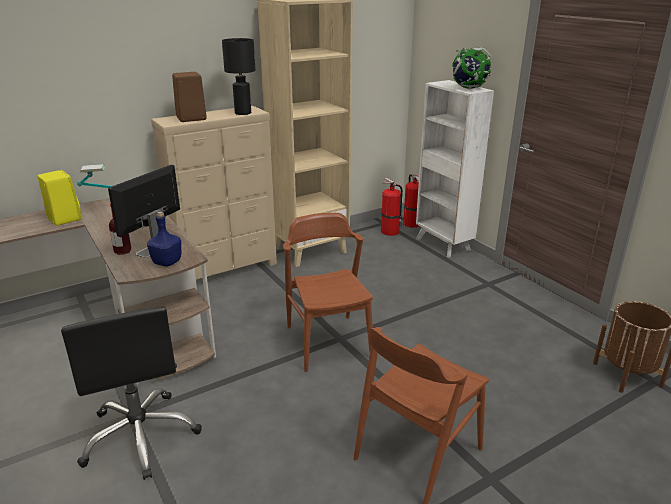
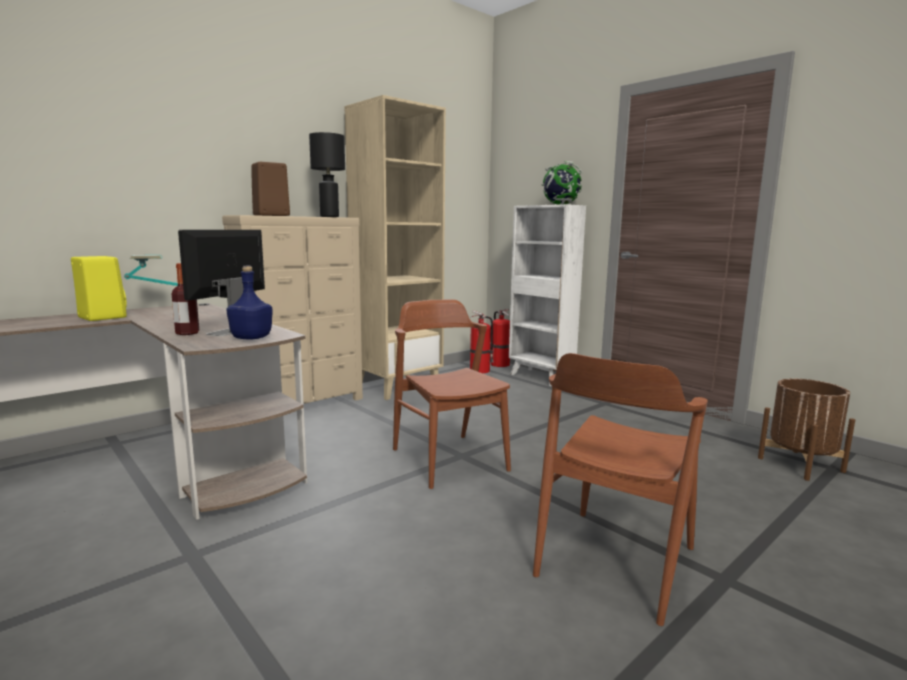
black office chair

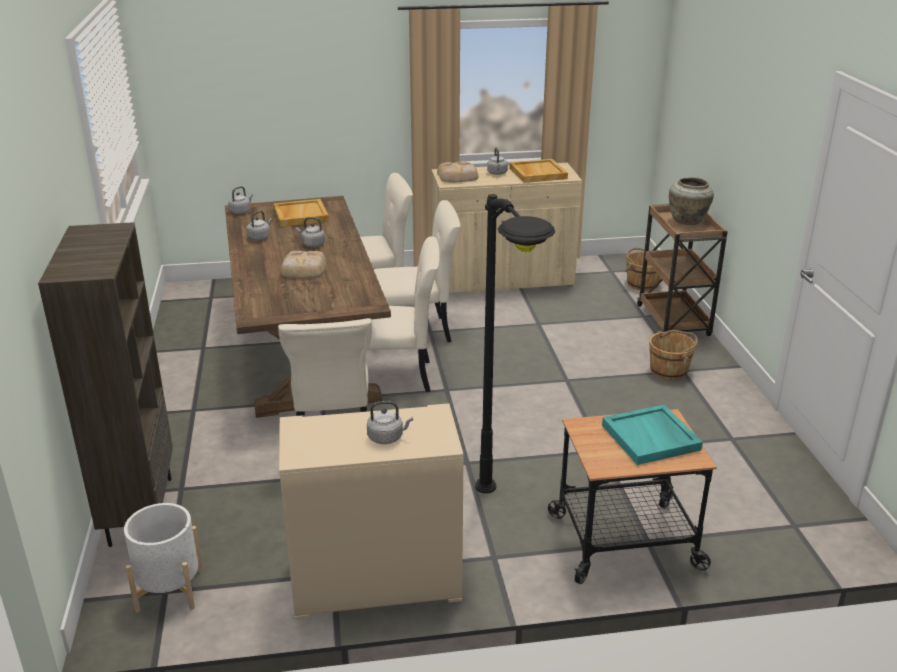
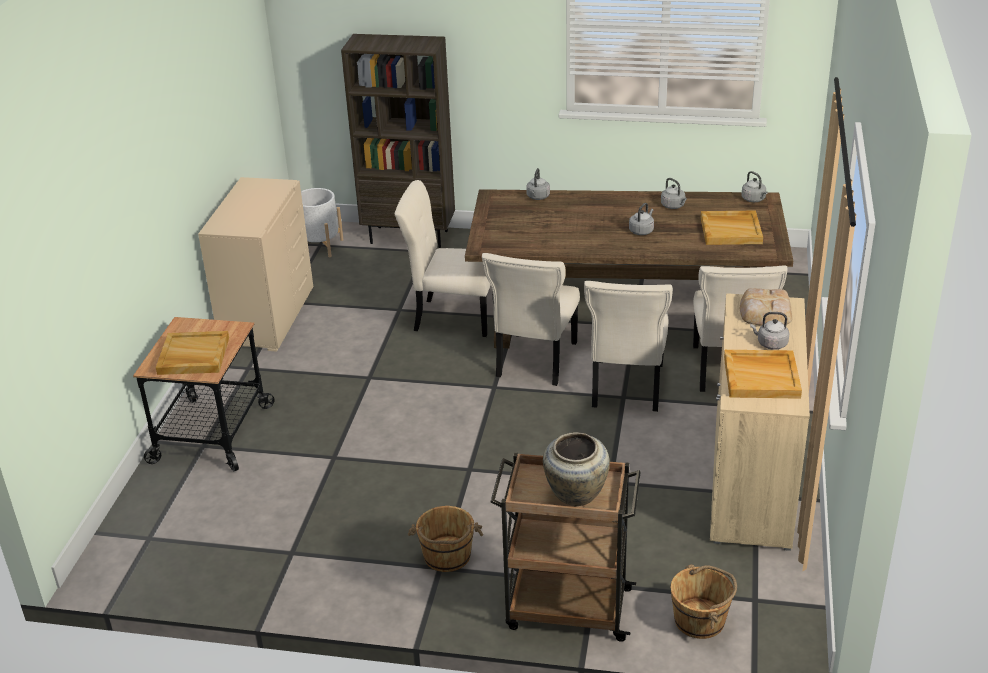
bakery bread (1st from left in the first image)
gray water kettle (1st from left)
black floor lamp
sand-coloured carrying tray (1st from left)

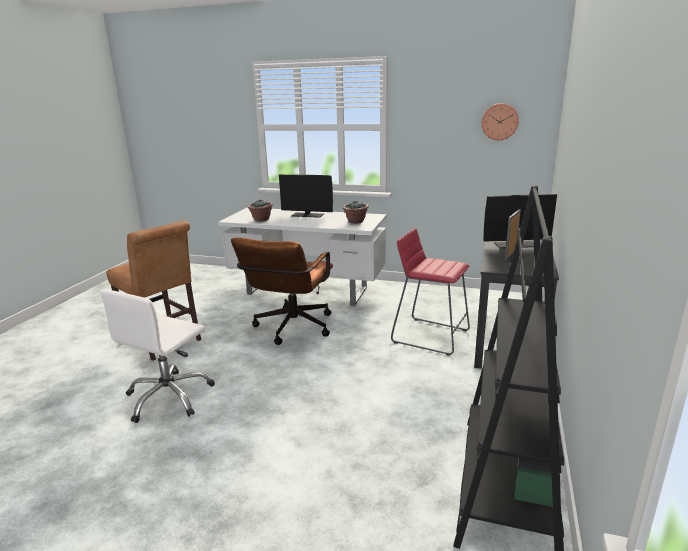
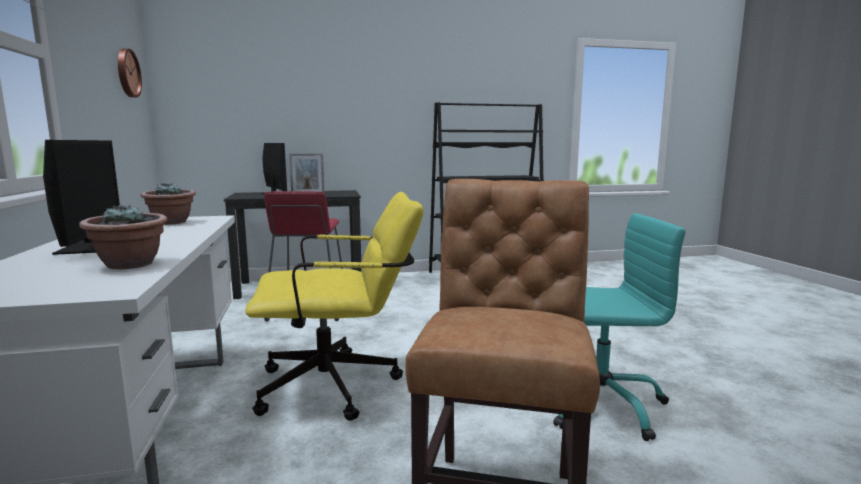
turquoise office chair
yellow office chair

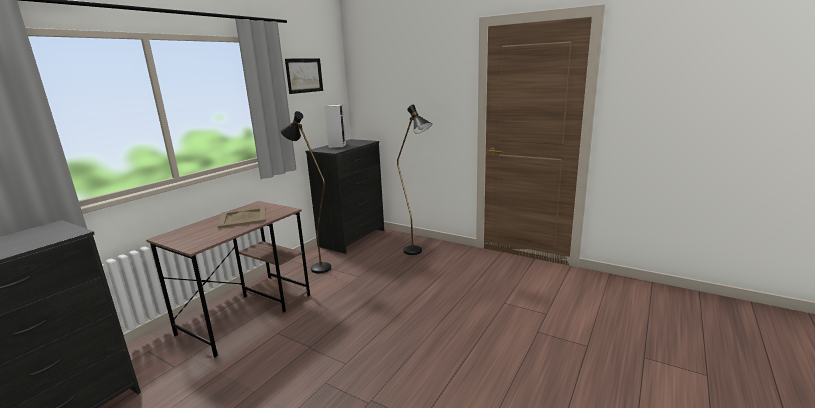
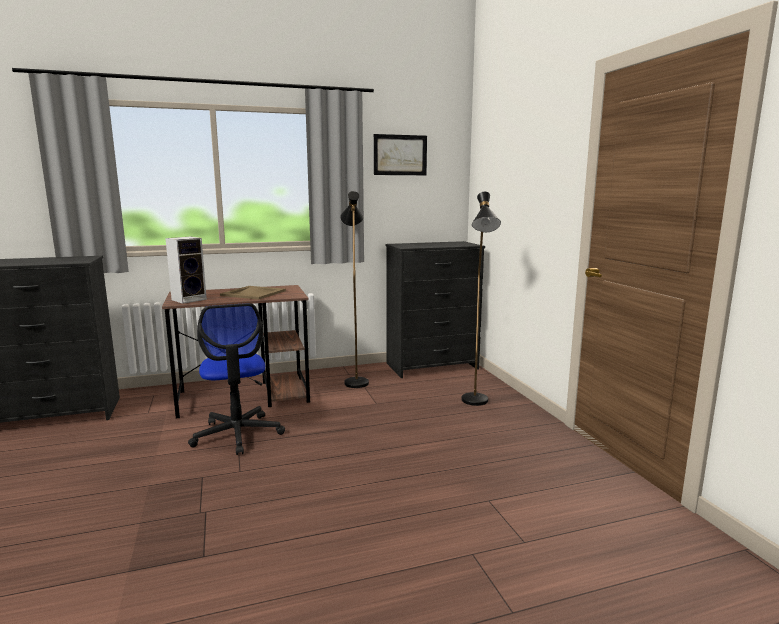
audio speaker
office chair

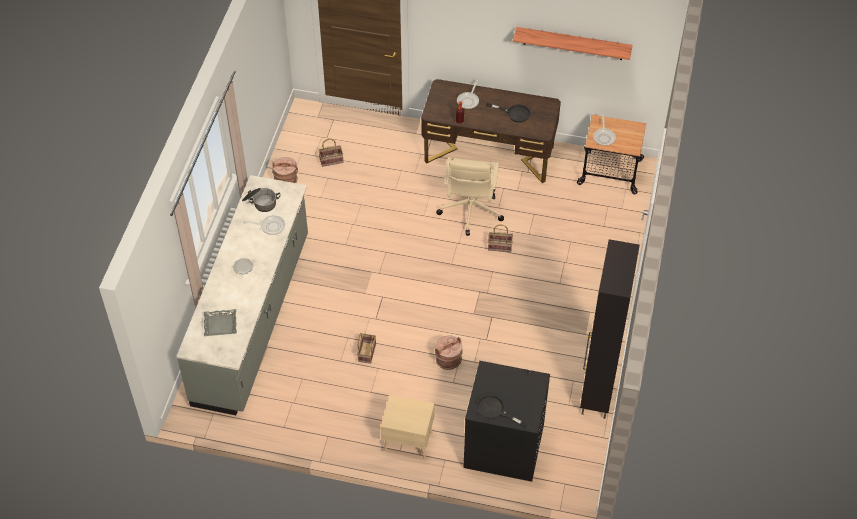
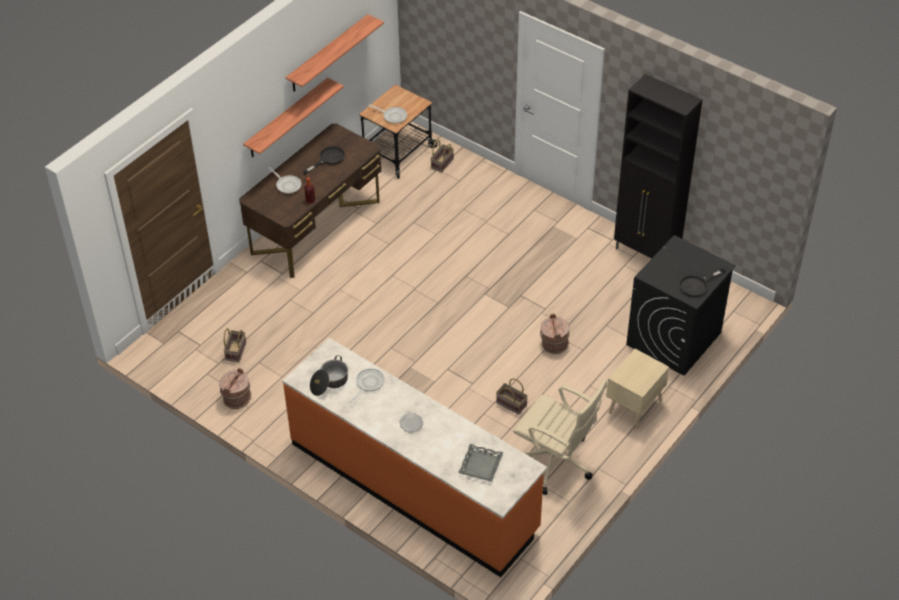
orange-coloured kitchen base unit
sand-coloured office chair
household basket (2nd from left)
shelf (1st from left)

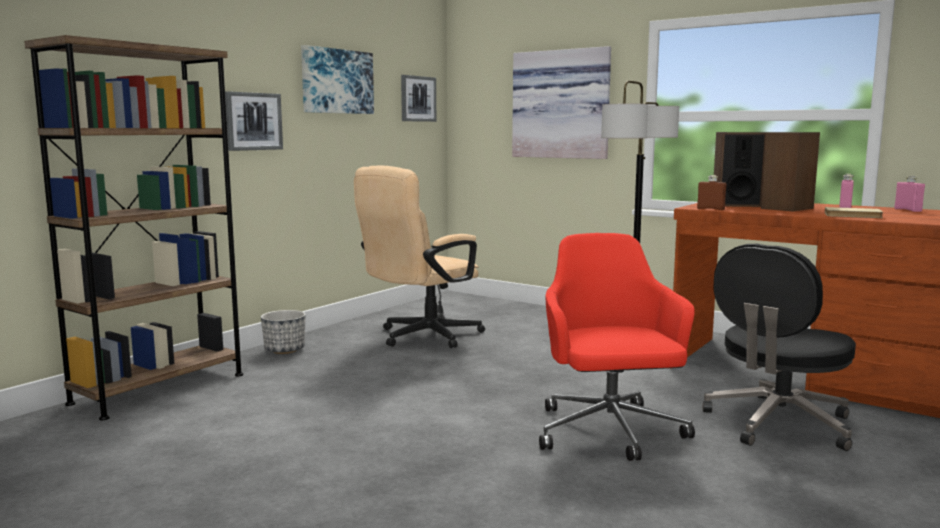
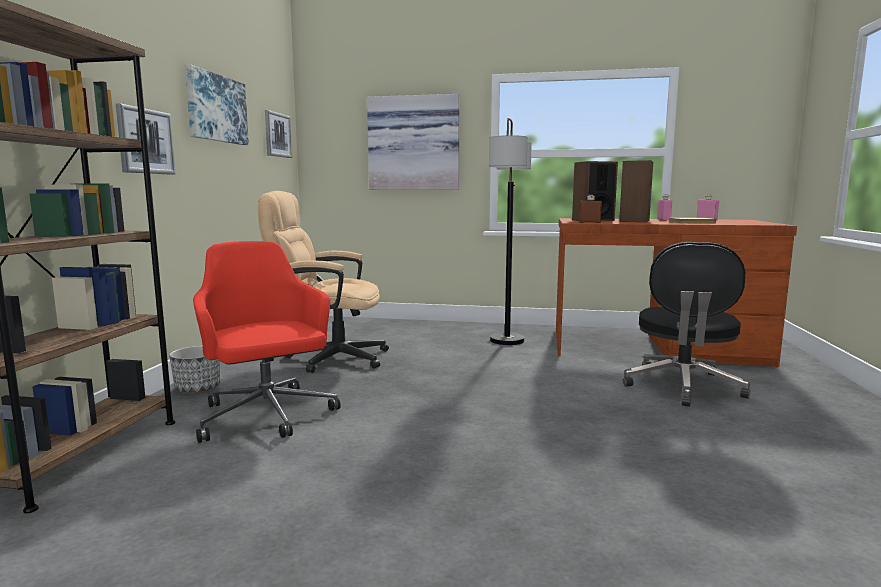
sand-coloured office chair
reddish office chair

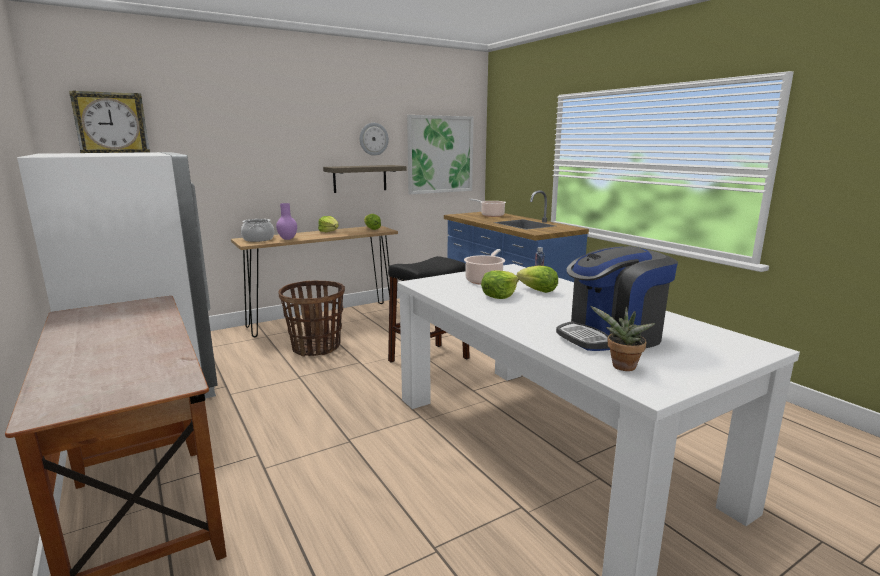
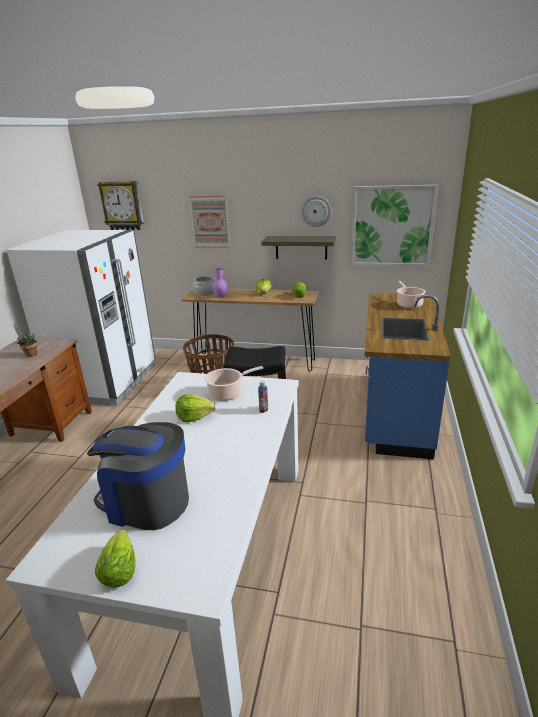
head of lettuce (1st from left)
potted plant
wall picture (1st from left)

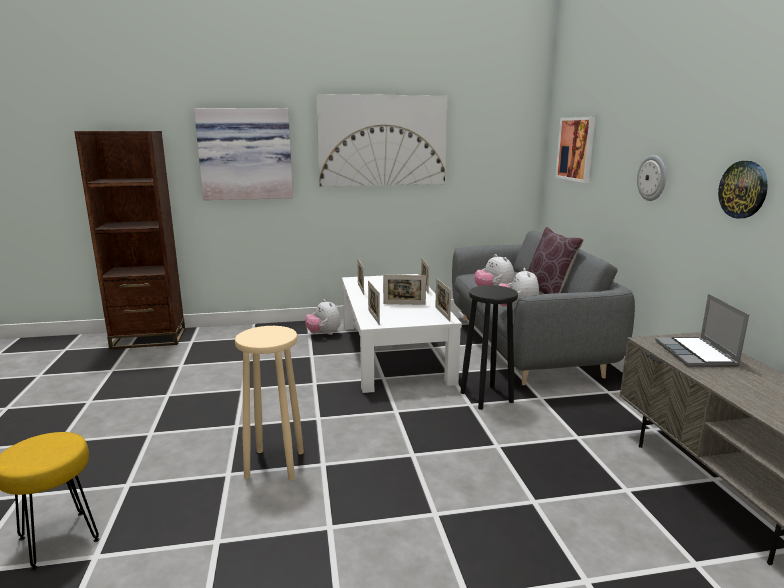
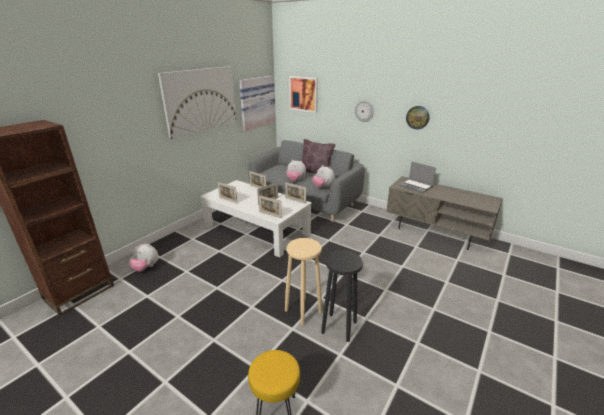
wall picture (2nd from left)
soft toy (1st from left)
black stool seat

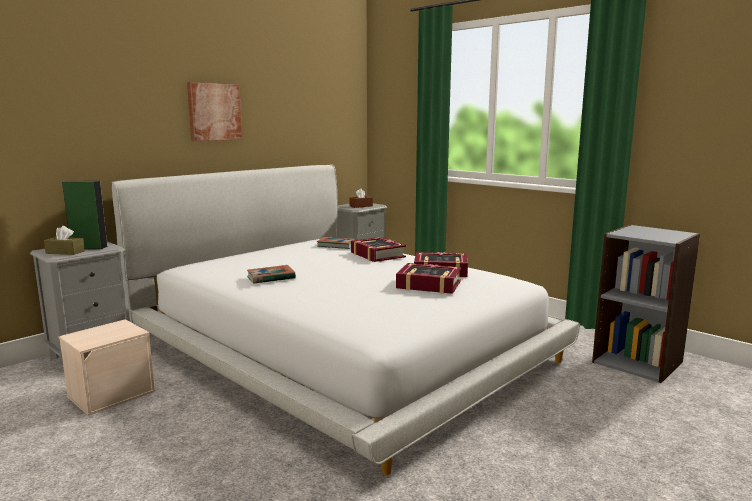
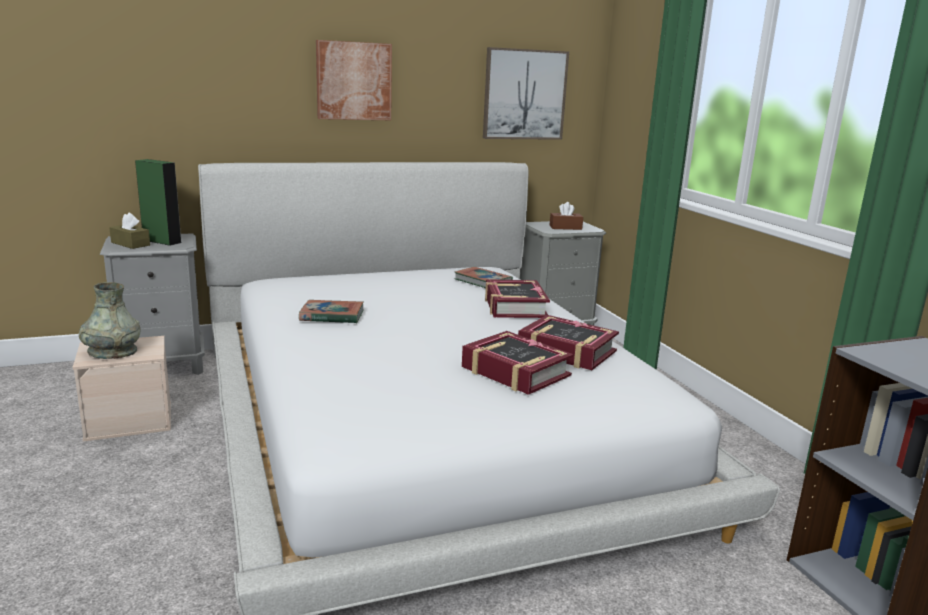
gray flower vase
wall picture (2nd from left)

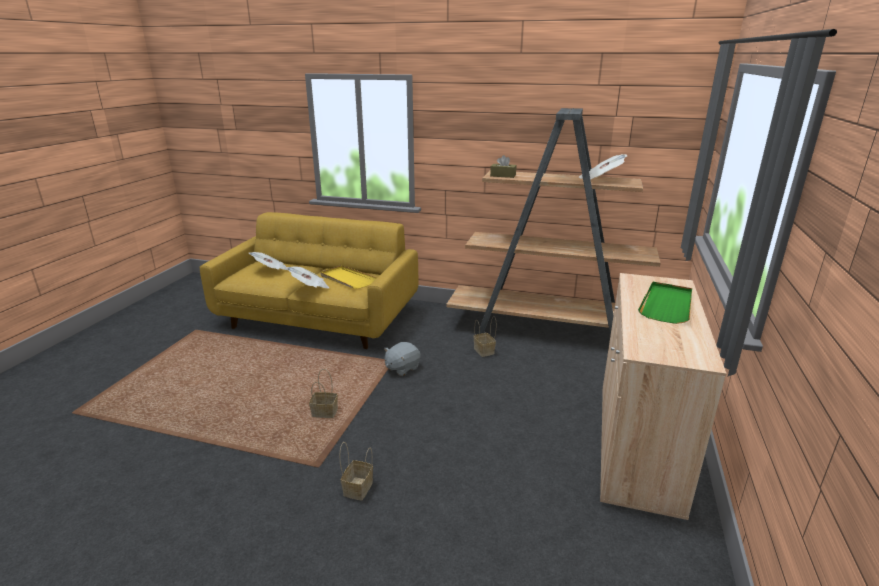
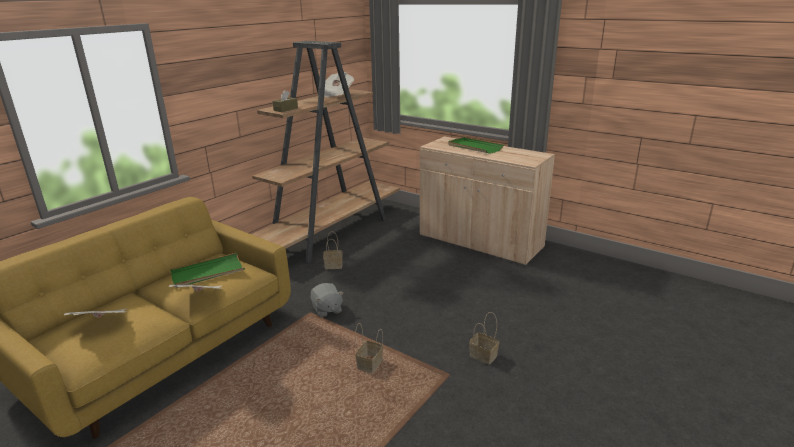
green carrying tray (1st from left)

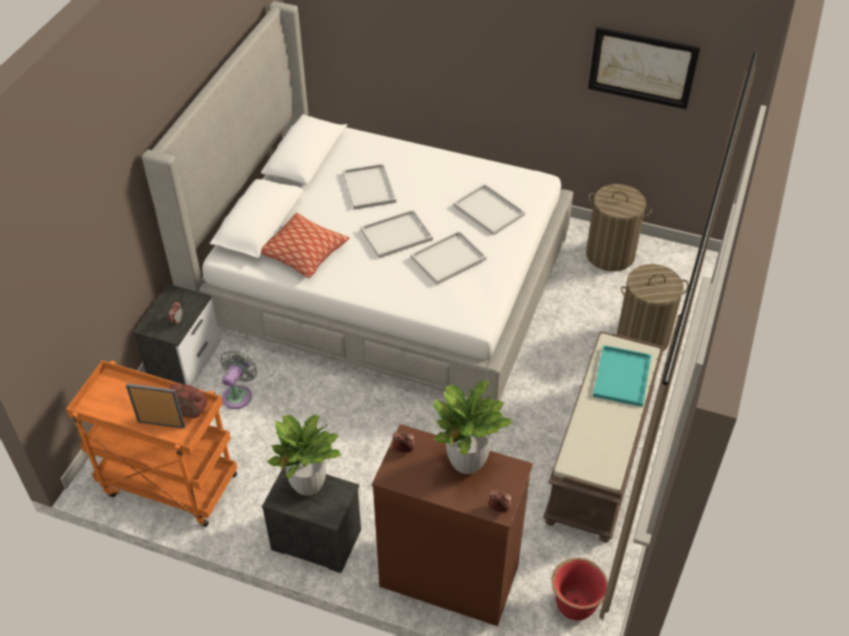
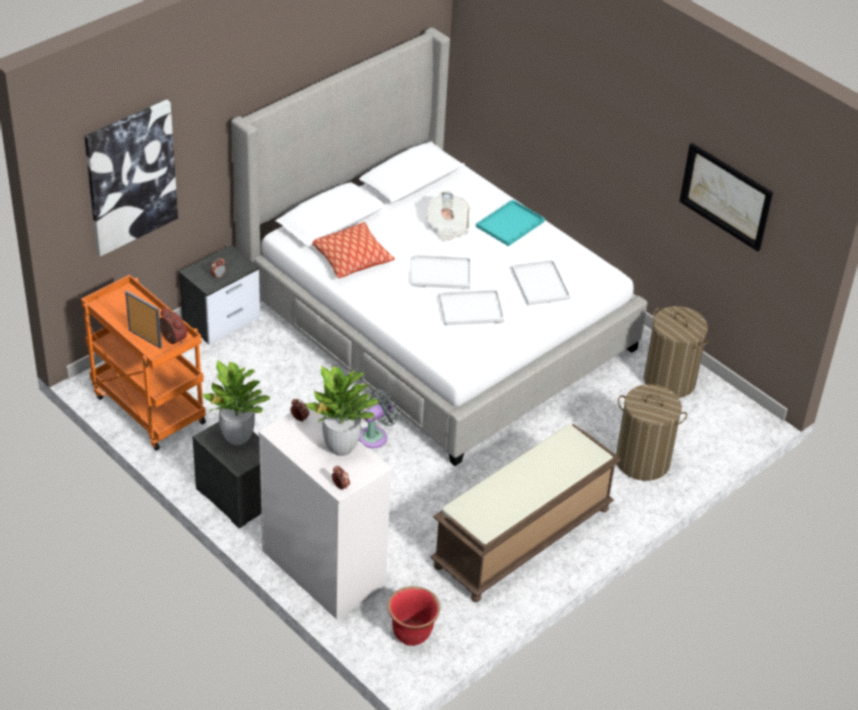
gray electric fan
newspaper
whitish drawer chest
turquoise carrying tray
wall picture (1st from left)

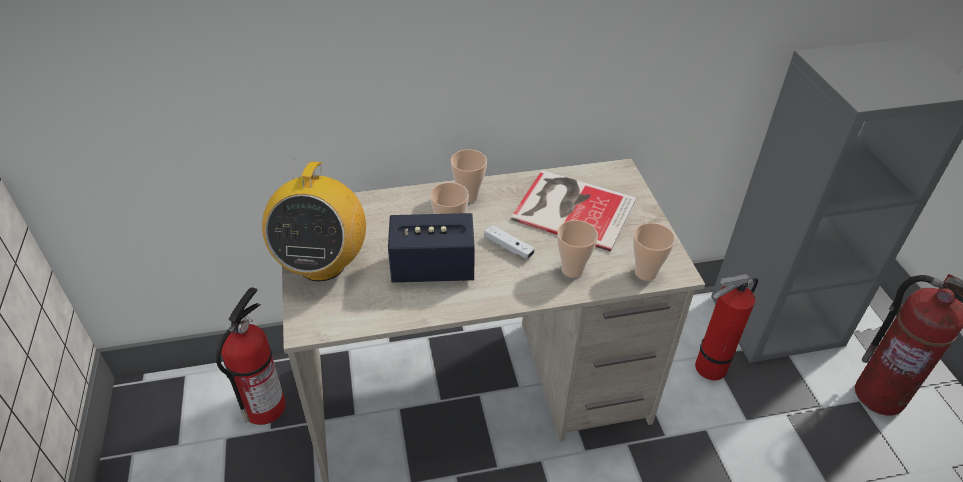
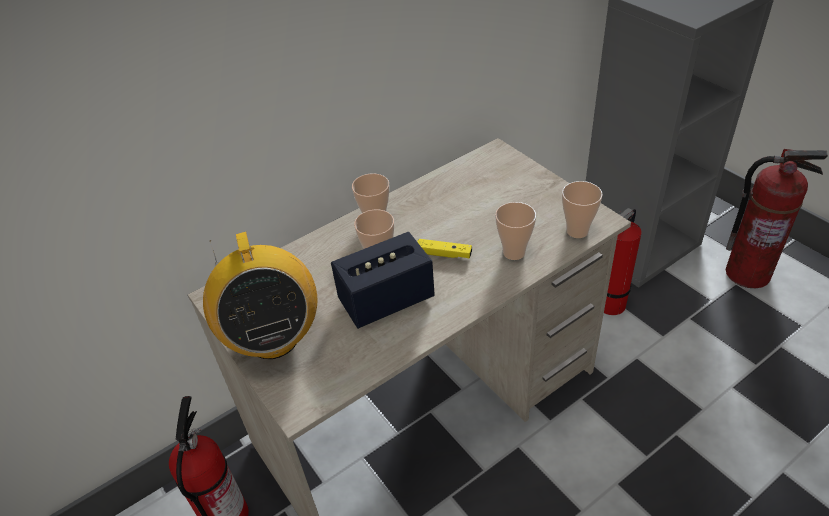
yellow gamepad
bound book

